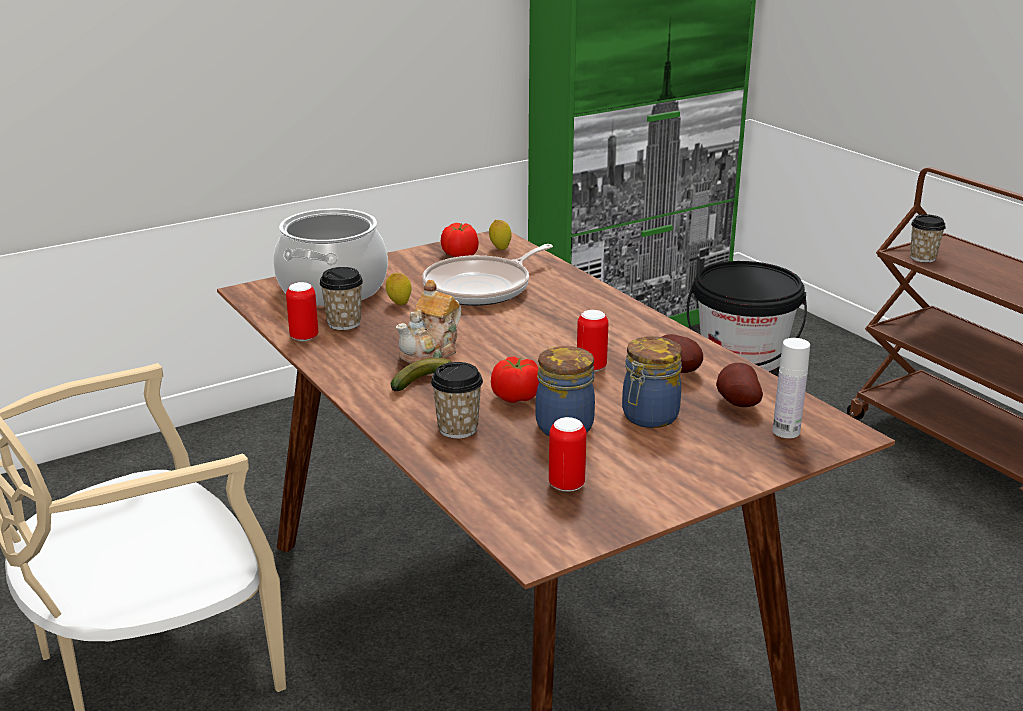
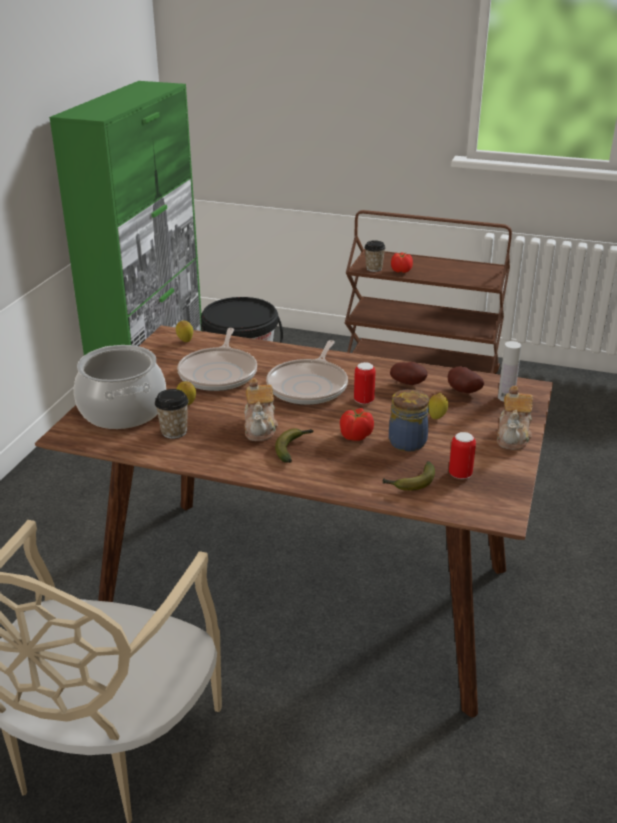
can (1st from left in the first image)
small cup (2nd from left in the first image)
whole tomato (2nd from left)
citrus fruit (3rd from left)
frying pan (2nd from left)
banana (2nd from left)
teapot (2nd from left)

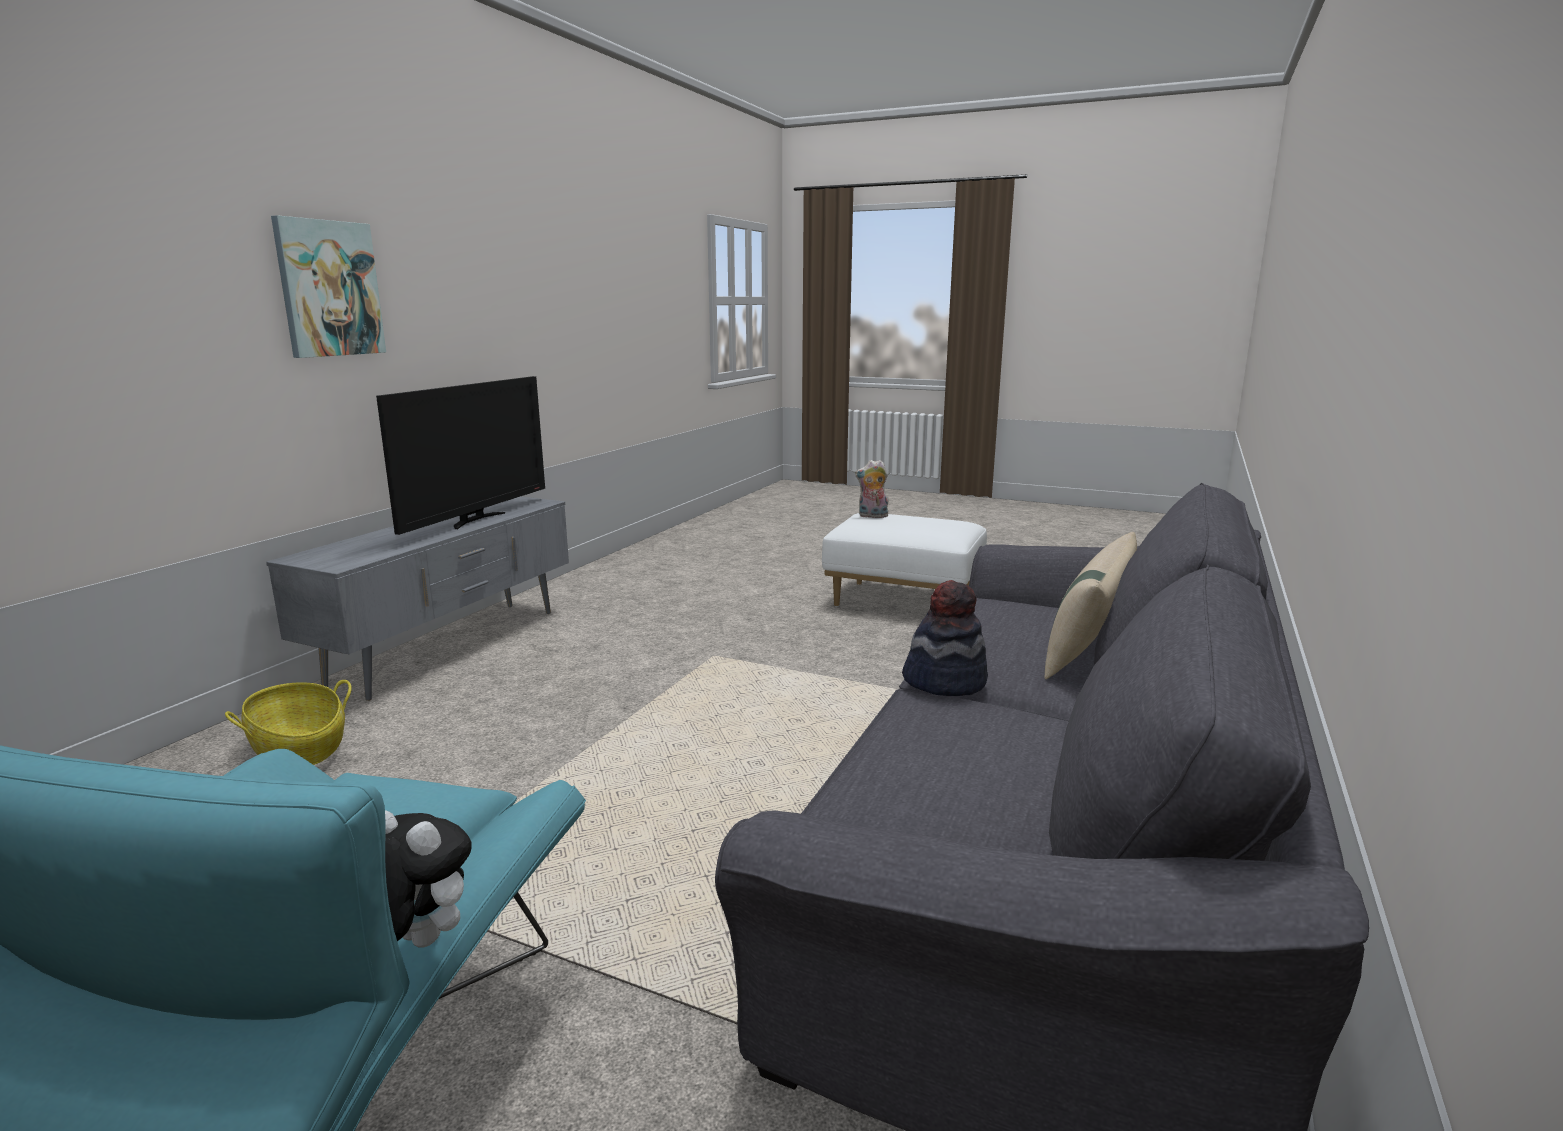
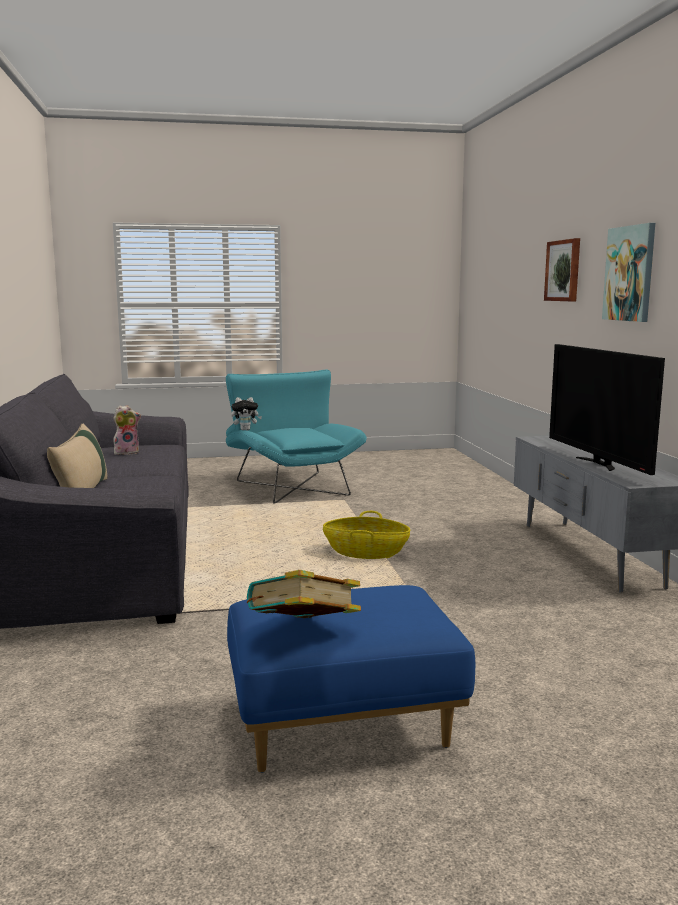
household basket
blue ottoman
soft toy (1st from left)
wearable hat
bound book
wall picture (1st from left)

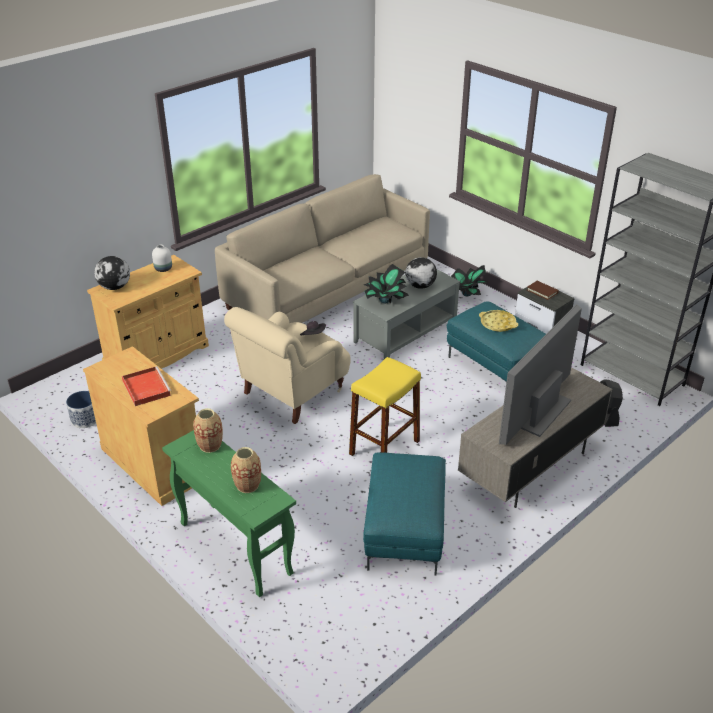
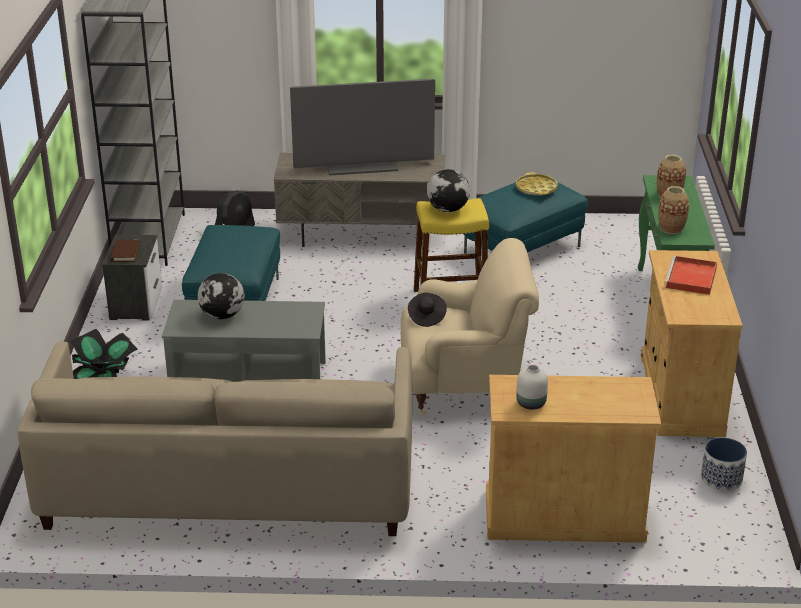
globe (2nd from left)
potted plant (1st from left in the first image)
yellow carrying tray

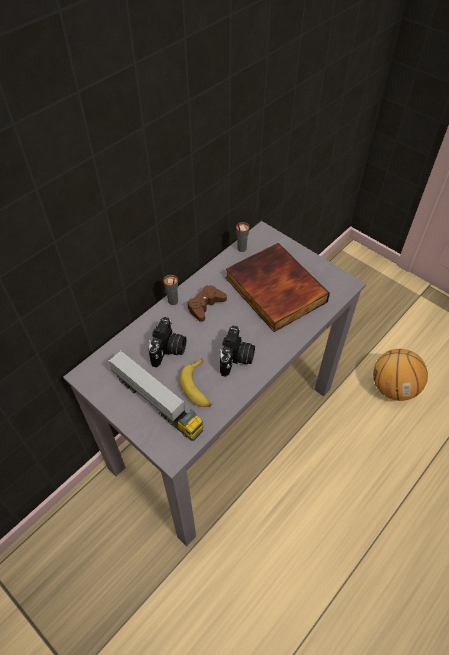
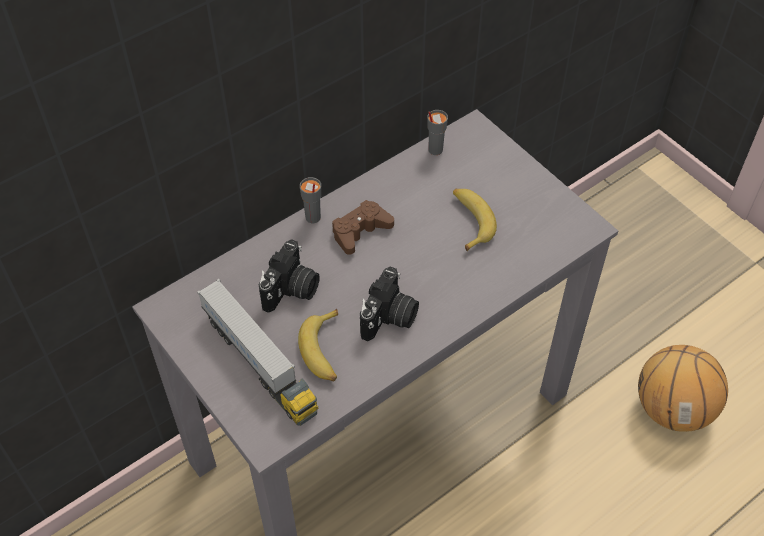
banana (2nd from left)

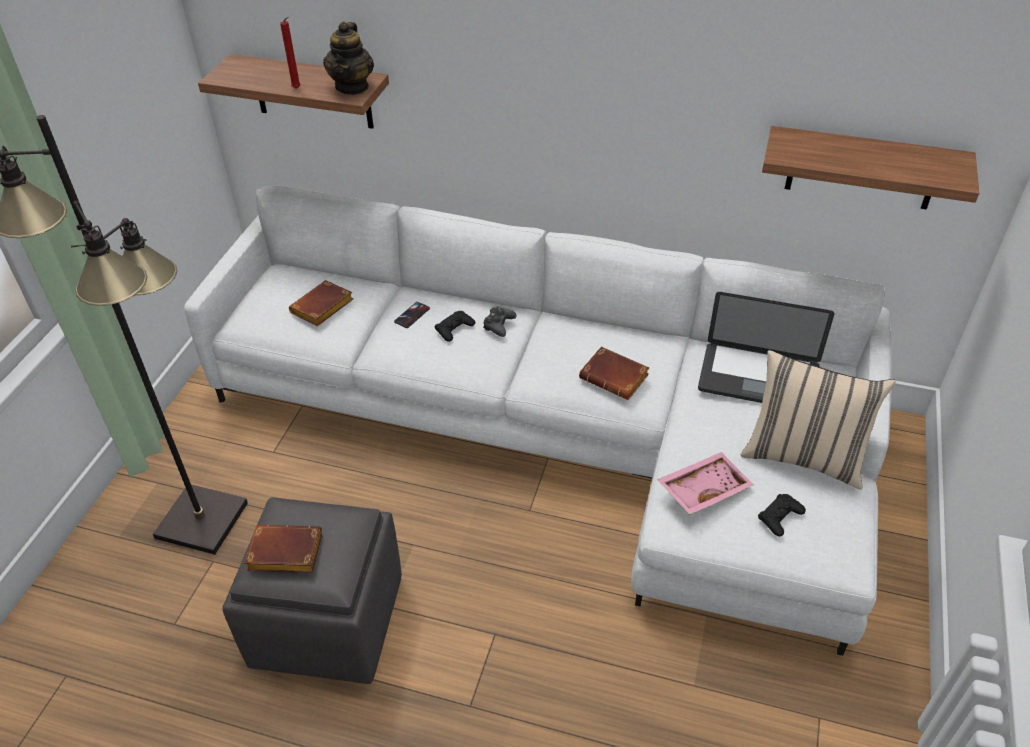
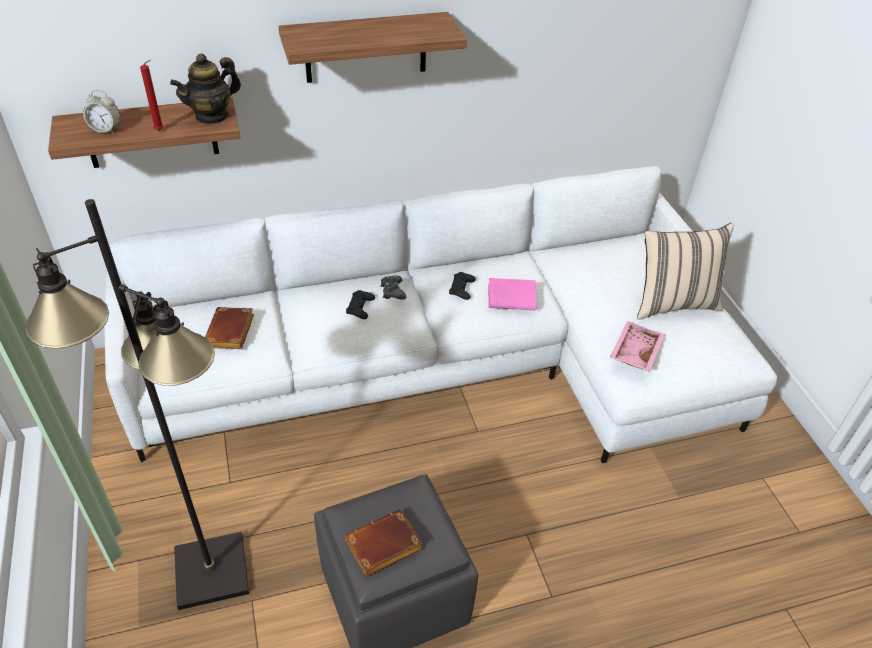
teapot
telephone
pink-coloured bound book
notebook computer
black gamepad (3rd from left)
shelf (2nd from left)
alarm clock

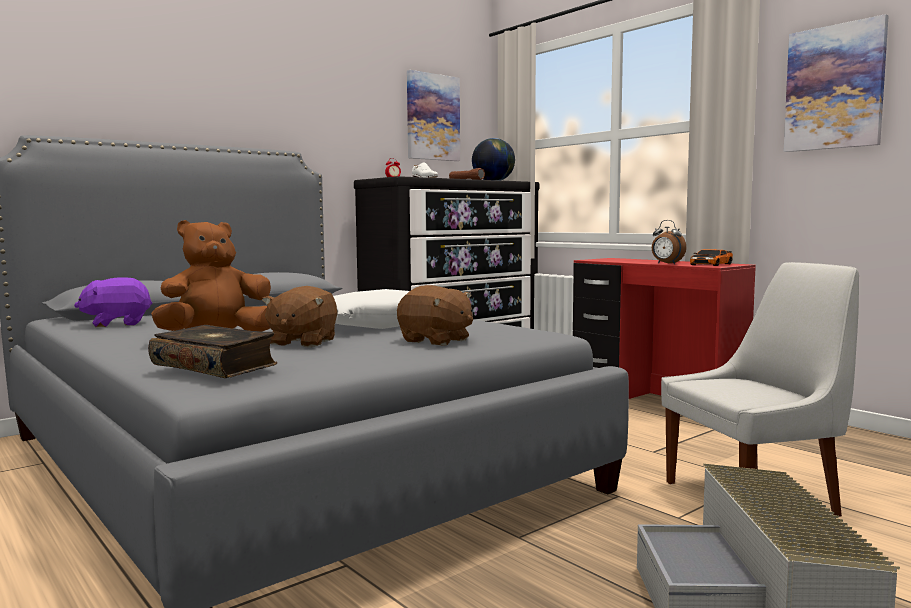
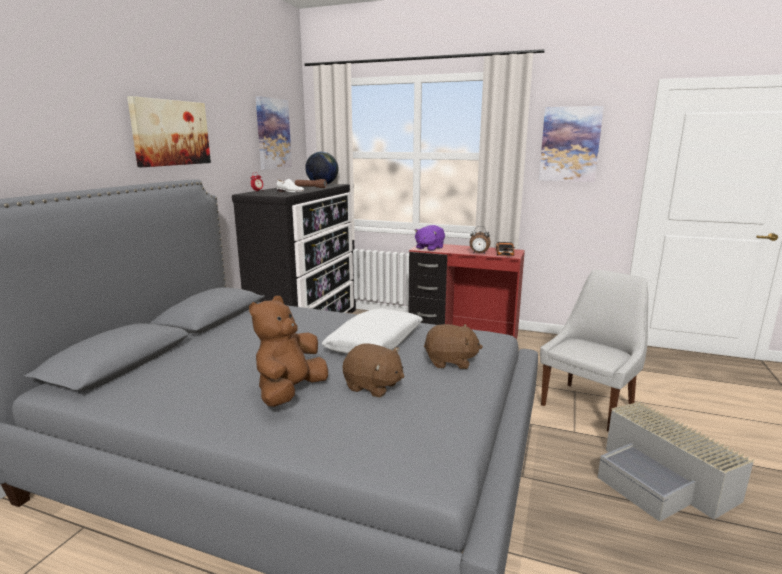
purple-coloured soft toy
bound book
brown soft toy (2nd from left)
wall picture (1st from left)

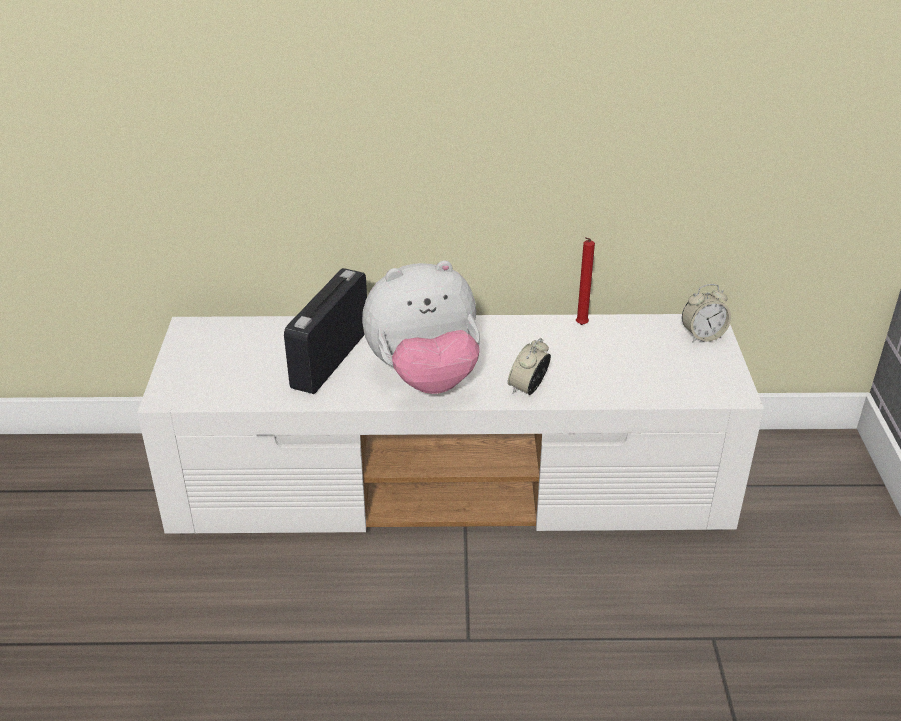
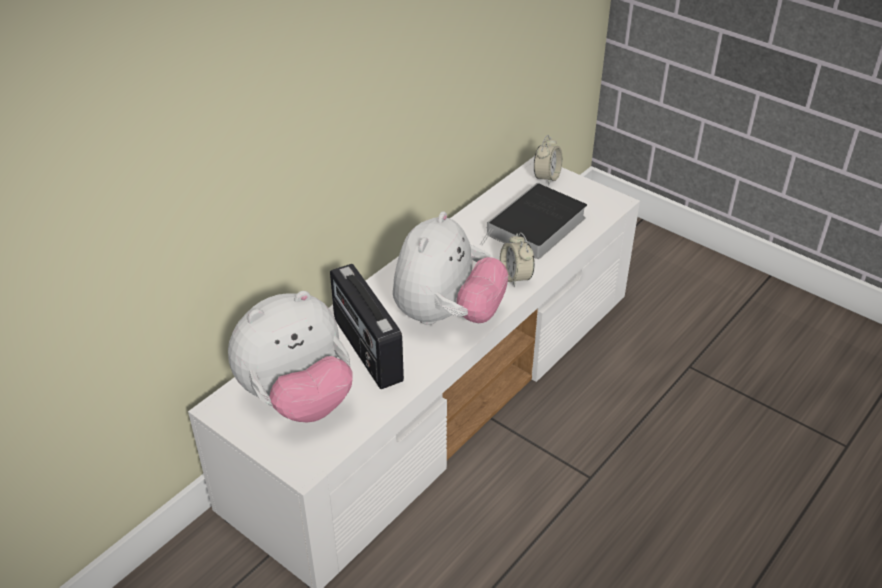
reddish wax candle
soft toy (1st from left)
bound book

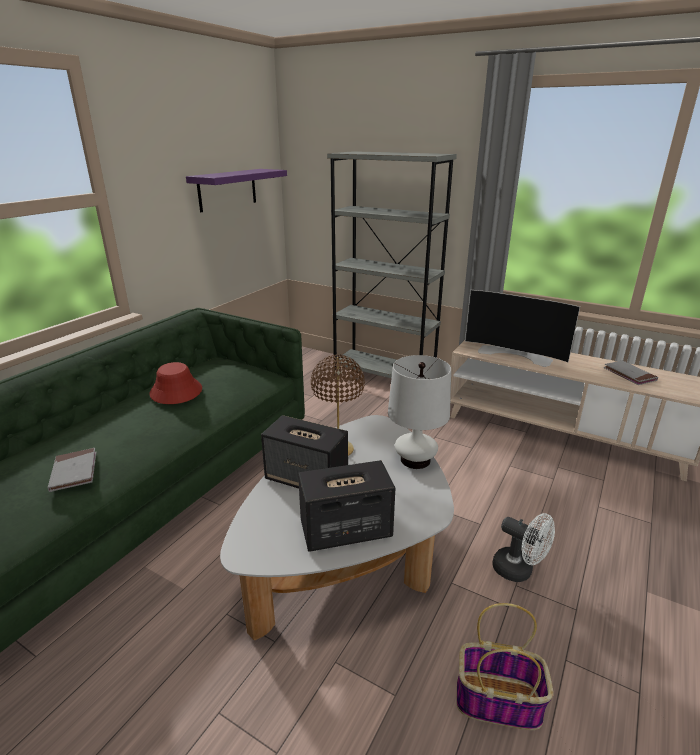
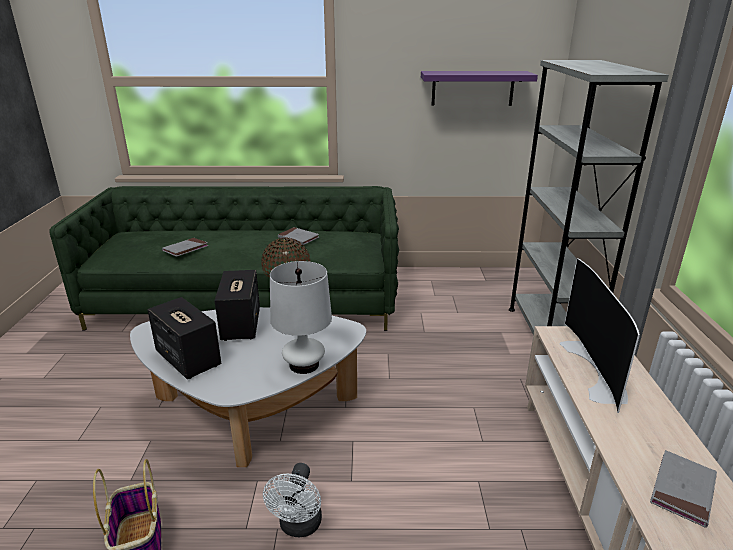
gray bound book (2nd from left)

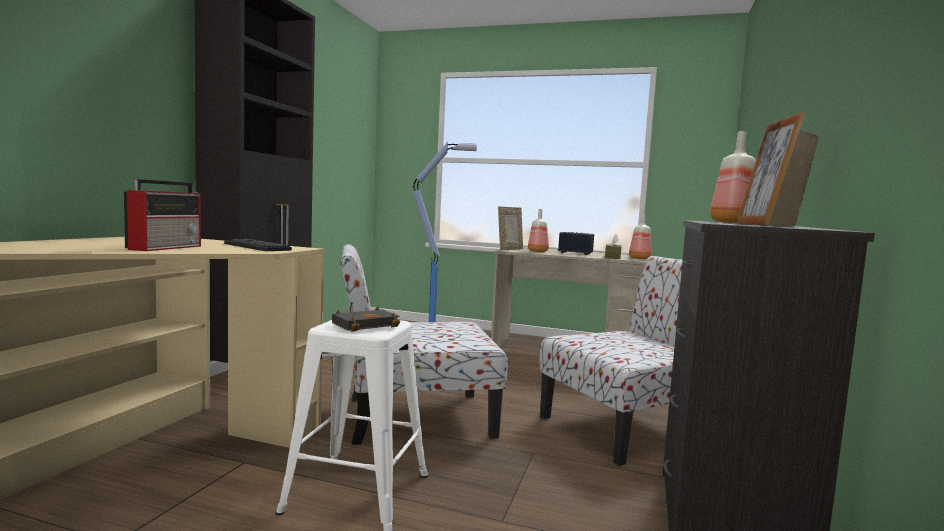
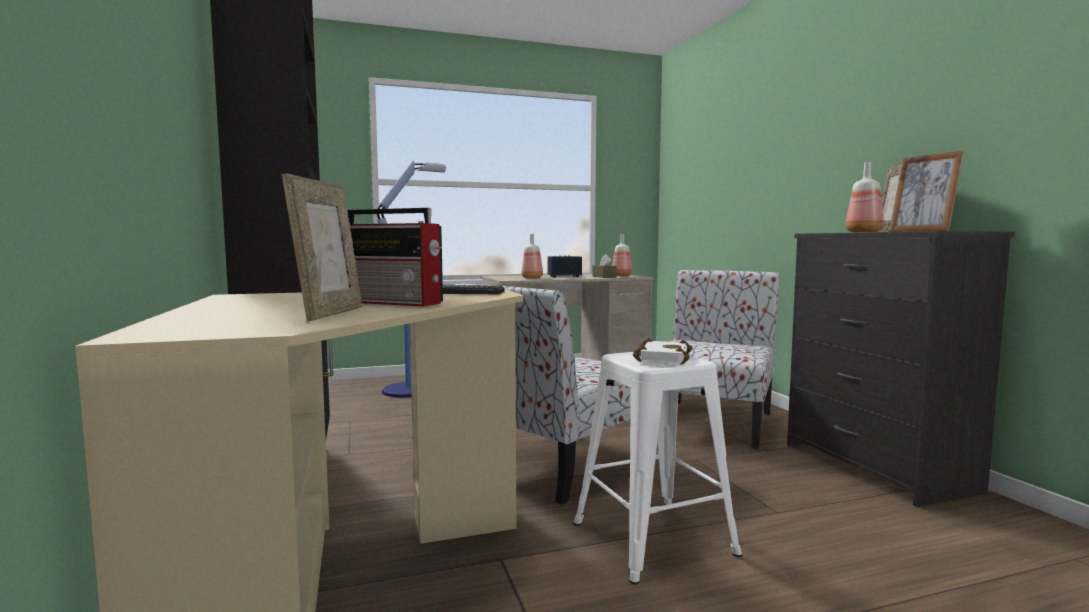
radio
whitish bound book
photo frame (1st from left)

